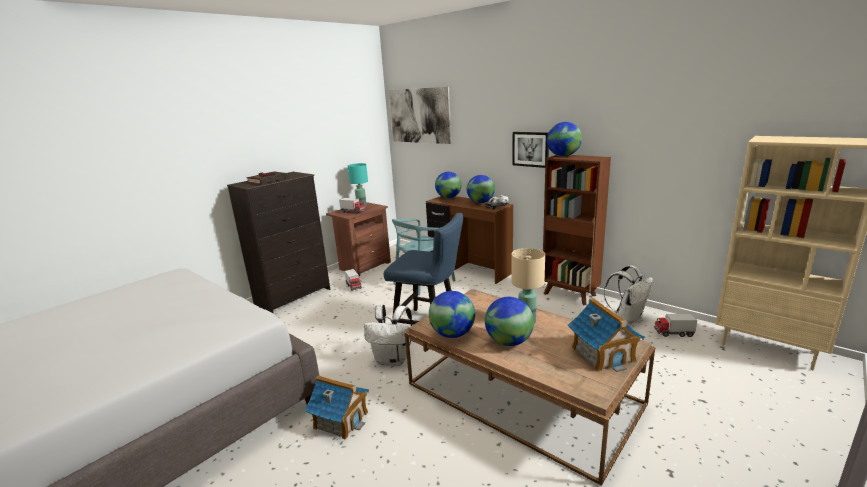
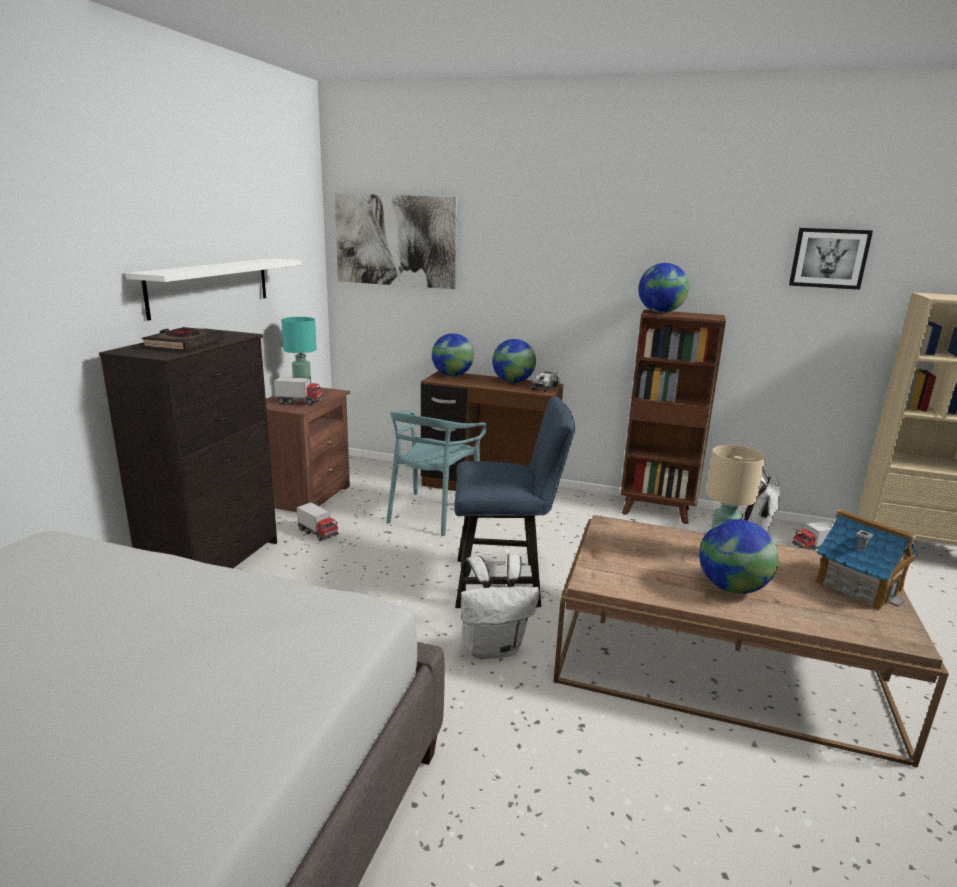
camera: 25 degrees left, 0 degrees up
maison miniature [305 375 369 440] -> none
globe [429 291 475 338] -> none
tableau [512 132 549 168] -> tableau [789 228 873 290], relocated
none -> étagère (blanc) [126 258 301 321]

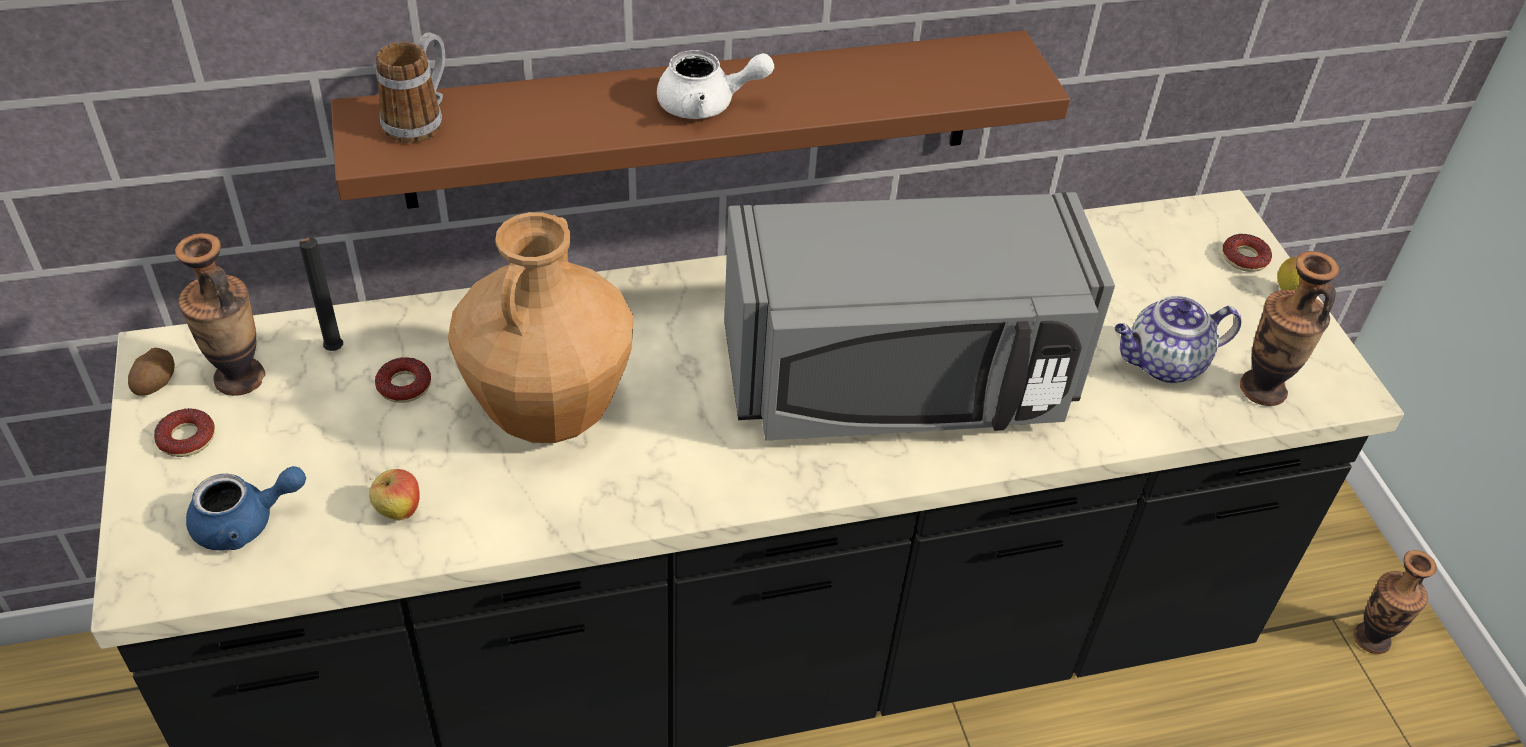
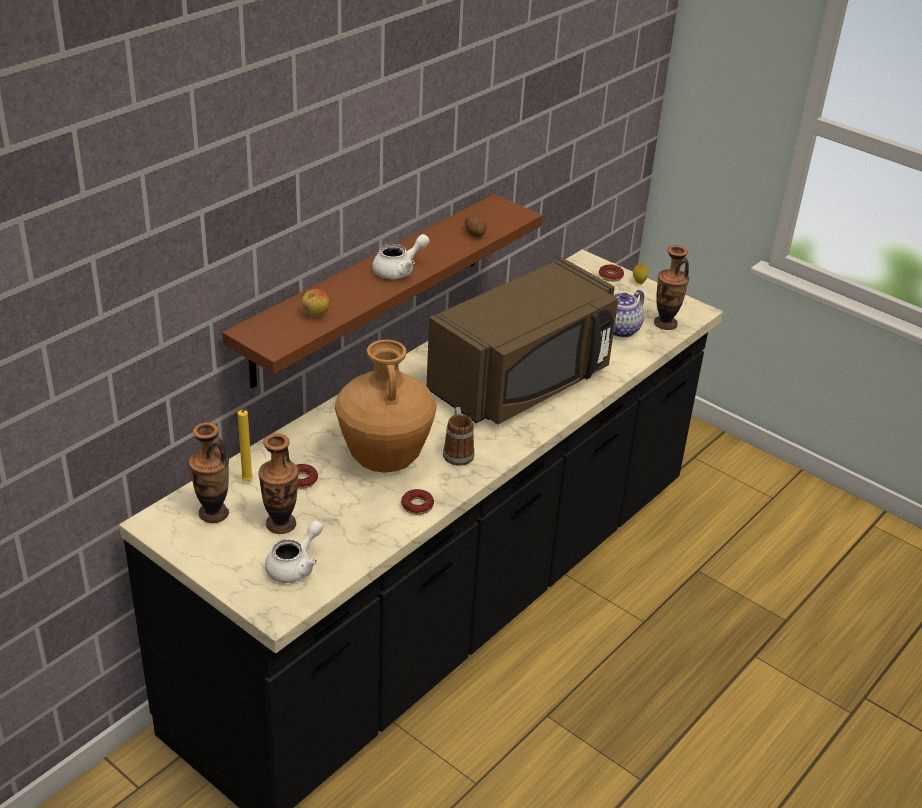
camera: 35 degrees left, 10 degrees down
pomme de terre [128 348 175 396] -> pomme de terre [465 215 487 237], relocated
beignet [154 408 215 457] -> beignet [401 489 434 515], relocated
théière (bleu) [186 466 306 550] -> théière (blanc) [265 520 323 583]
bougie (noir) [299 237 343 351] -> bougie (jaune) [238 408 253 481]
pomme [369 469 420 520] -> pomme [302 289 329 317], relocated
mug [376 32 445 143] -> mug [443 407 475 466], relocated
micro-ondes (gris) [724 192 1115 441] -> micro-ondes (marron) [427 258 618 425]
vase [1354 550 1437 654] -> vase [258 434 299 534], relocated

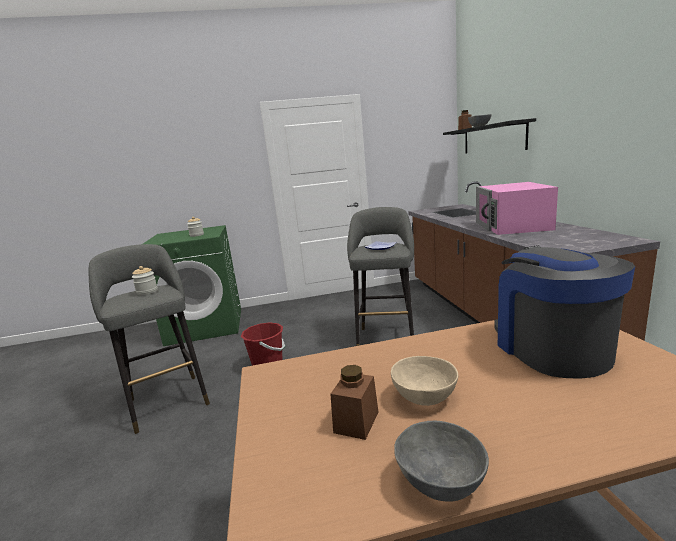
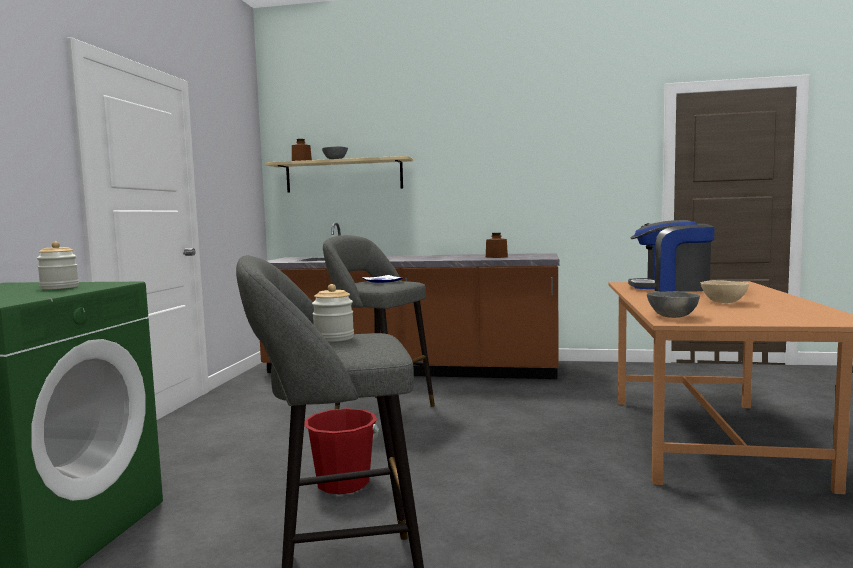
camera: 70 degrees left, 10 degrees down
bocal (marron) [331 365 378 440] -> bocal (marron) [486 233 508 258], relocated
bol (gris) [394 421 489 502] -> bol (gris) [647 291 700 318], relocated
étagère (noir) [443 118 536 154] -> étagère (beige) [265 156 413 193]
micro-ondes (rose) [476 182 558 235] -> none

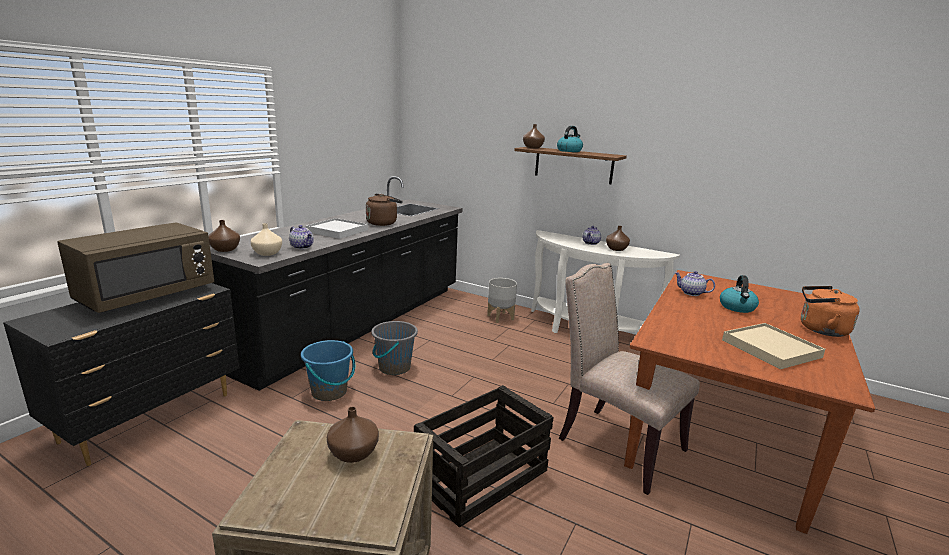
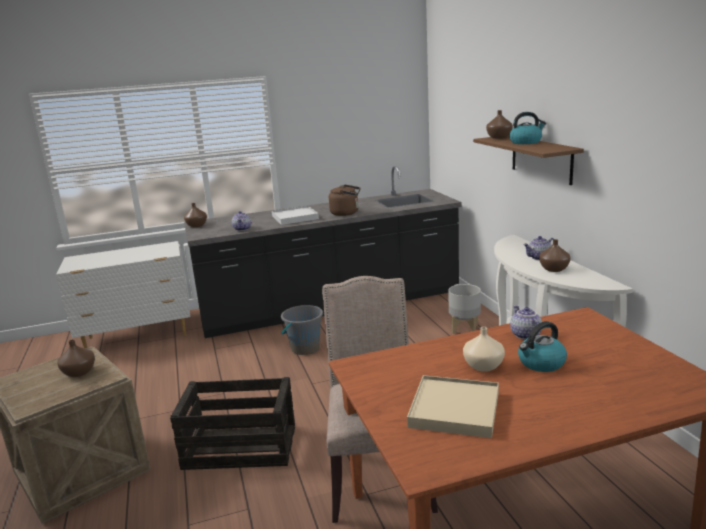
camera: 45 degrees right, 0 degrees up
commode (noir) [3 283 240 466] -> commode (blanc) [56 241 190 348]
micro-ondes (marron) [57 222 214 313] -> none
vase (beige) [251 223 282 256] -> vase (beige) [463 327 505 372], relocated
seau (bleu) [301 340 355 401] -> none
bouilloire (orange) [801 286 860 337] -> none

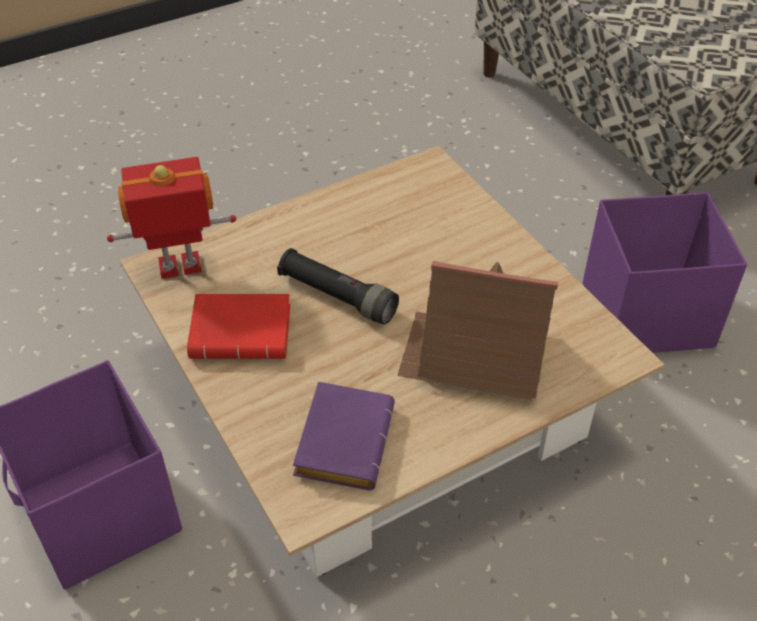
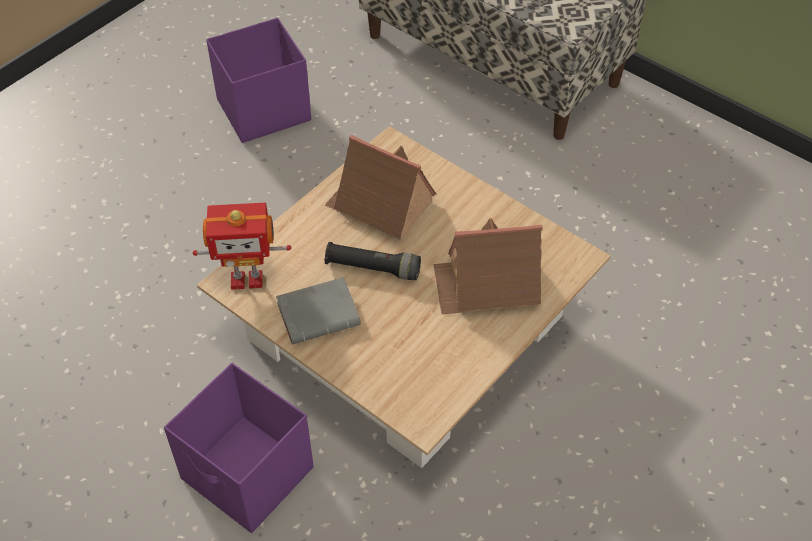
camera: 20 degrees left, 5 degrees up
robot jouet [107 157 236 279] -> robot jouet [193 203 291 290], 150 degrees counterclockwise
livre (rouge) [187 294 290 360] -> livre (gris) [276 277 361 345]
livre (violet) [293 382 395 490] -> none
boîte de rangement (violet) [583 192 747 353] -> boîte de rangement (violet) [206 18 311 143], relocated
none -> maison miniature [325 135 436 240]

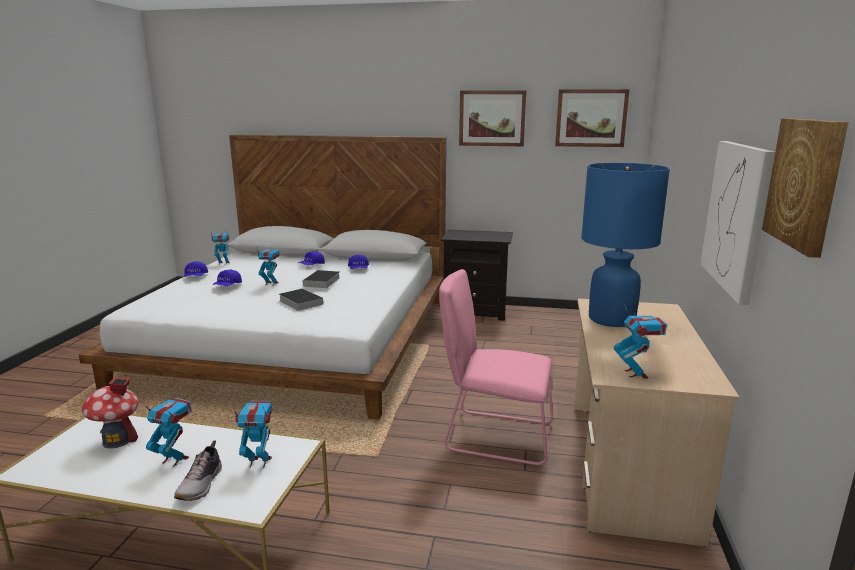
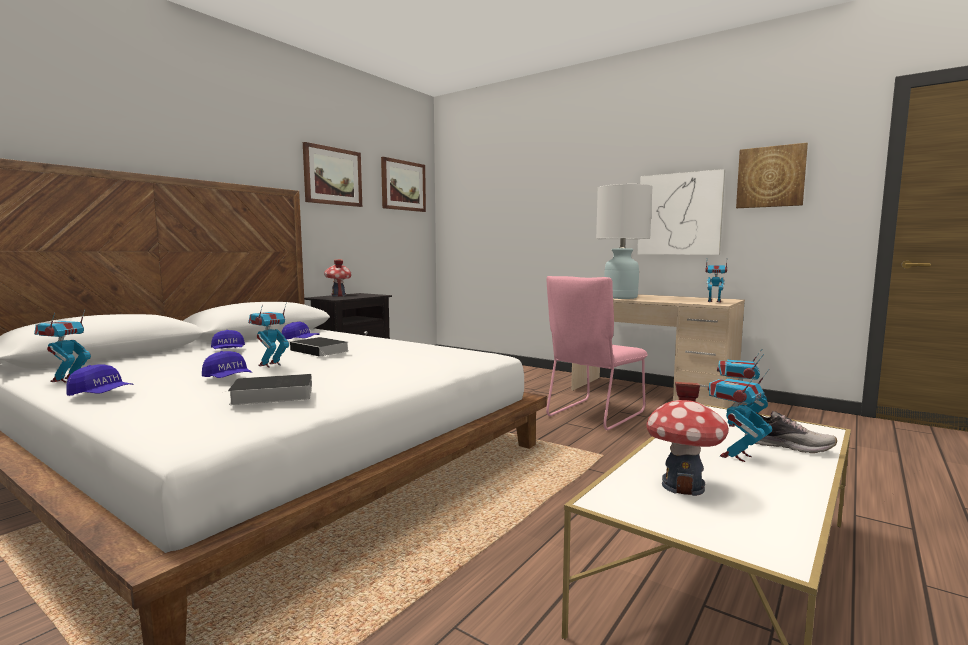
camera: 65 degrees left, 10 degrees down
livre [279 288 323 311] -> livre [222 374 312 405], relocated
lampe de table (bleu) [581 163 670 327] -> lampe de table (blanc) [596 184 653 299]
none -> maison miniature [324 259 352 297]

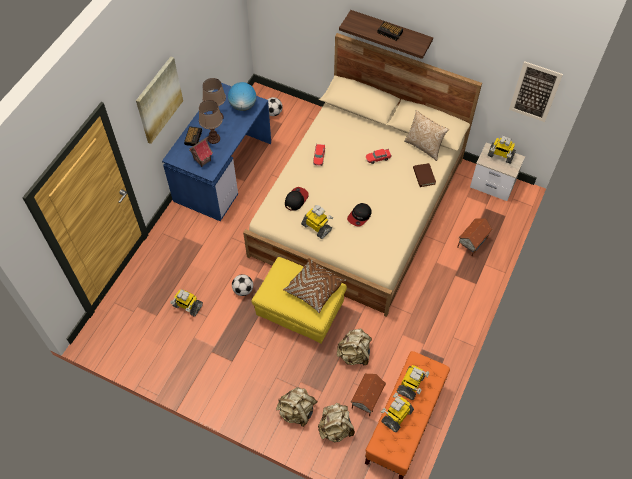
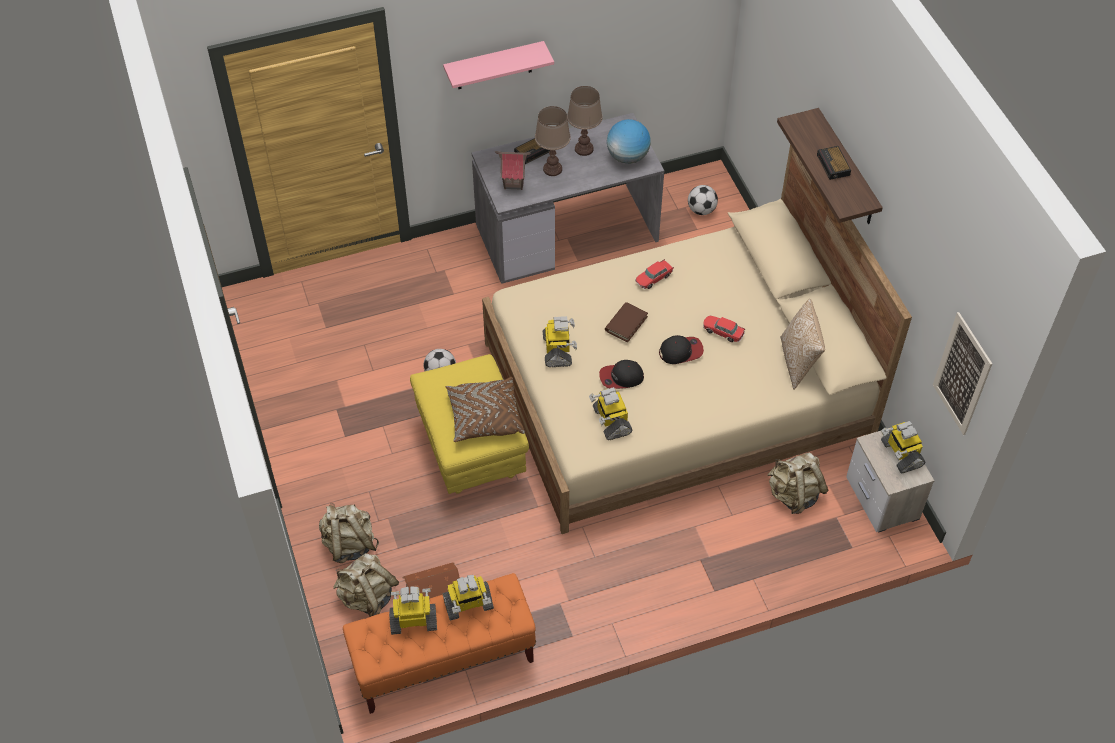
camera: 45 degrees right, 5 degrees down
tableau [136 57 183 144] -> étagère (rose) [443 41 554 89]
bureau (bleu) [162 83 271 221] -> bureau (gris) [472 113 664 284]
robot jouet [170 289 203 317] -> robot jouet [589 387 632 440], relocated
casquette [285 187 309 211] -> casquette [659 335 704 364], relocated
sac à dos (beige) [337 328 372 366] -> sac à dos (beige) [767 452 829 514], relocated
livre (marron) [413 163 436 187] -> livre (marron) [605 302 648 342], relocated
maison miniature [457 218 493 256] -> none

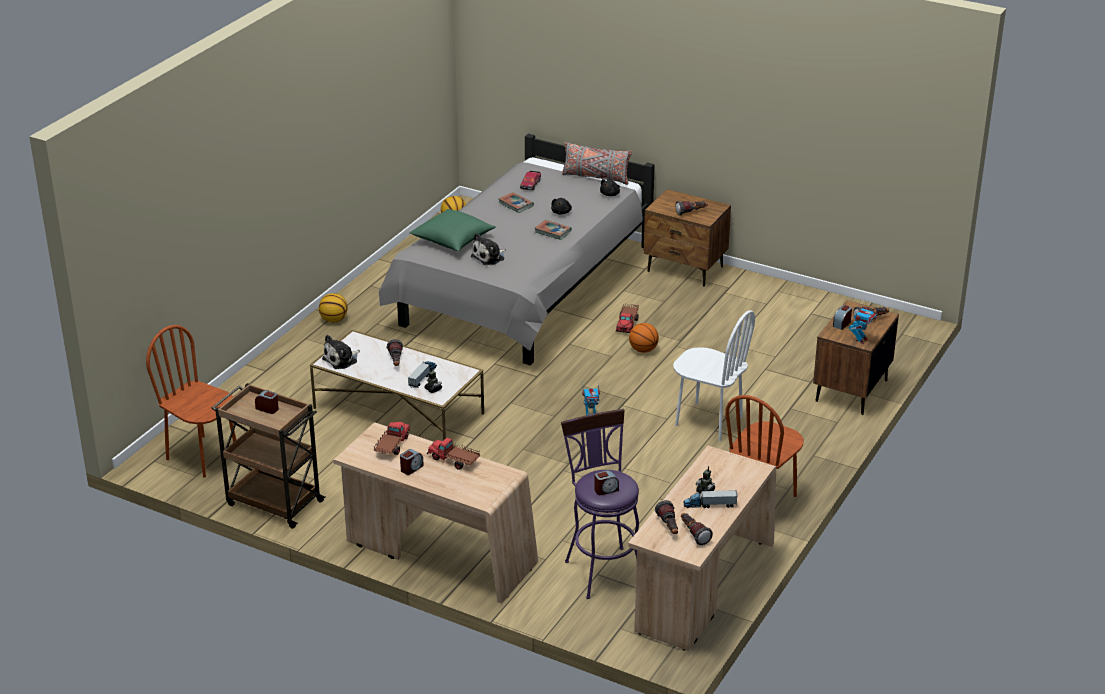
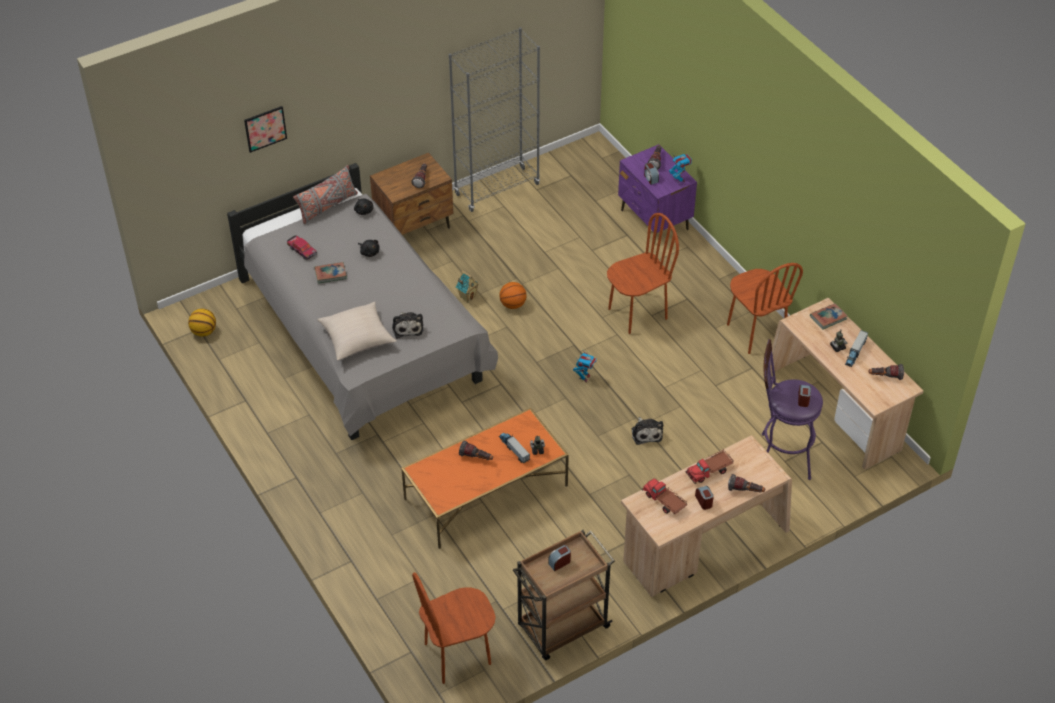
camera: 60 degrees left, 15 degrees up
table basse (blanc) [310 330 484 440] -> table basse (orange) [401 408 569 549]
ballon de basket [319 293 348 323] -> none
peluche [322 335 360 369] -> peluche [632 417 663 445], relocated
coussin (vert) [410 209 496 252] -> coussin (beige) [317 302 397 361]
livre [534 220 572 240] -> livre [810 303 848 330], relocated
camion jouet [616 304 639 333] -> maison miniature [455 270 480 302]
lampe de poche [655 500 678 534] -> lampe de poche [728 474 765 492], relocated
chaise (blanc) [673 310 755 441] -> chaise (marron) [607 213 679 334]
table de chevet (marron) [813 300 899 415] -> table de chevet (violet) [618 144 697 241]
none -> tableau [244 106 287 153]
none -> bibliothèque (gris) [449 27 540 212]

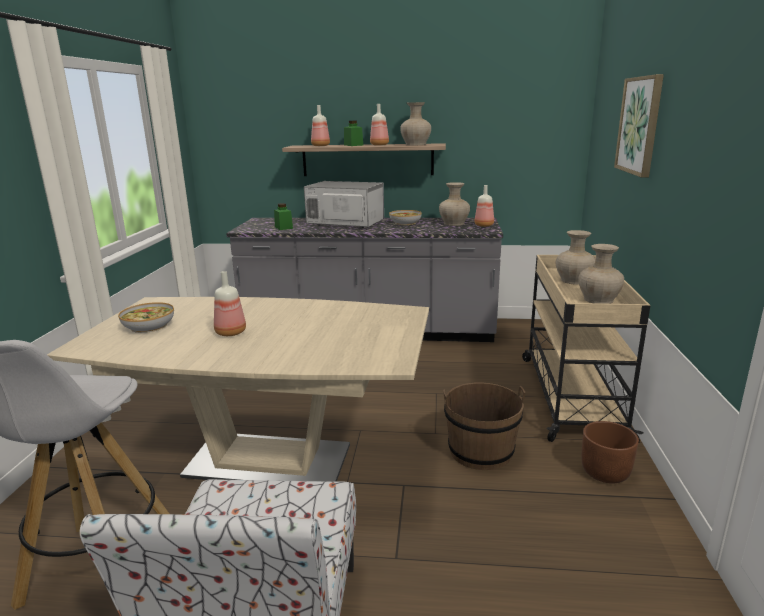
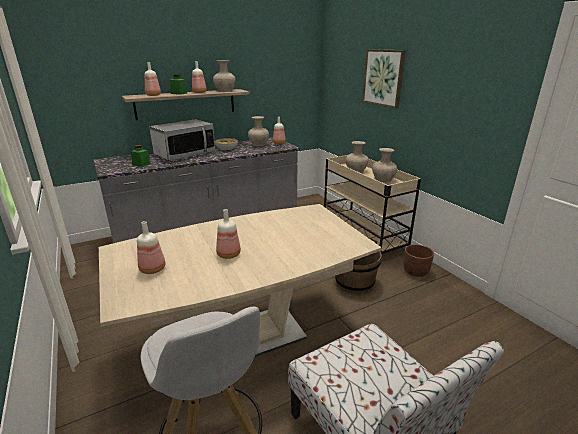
camera: 35 degrees left, 5 degrees up
bol [118 302 174 333] -> bouteille [137 221 165 274]
micro-ondes [304 181 384 228] -> micro-ondes [149 119 215 161], 150 degrees clockwise

